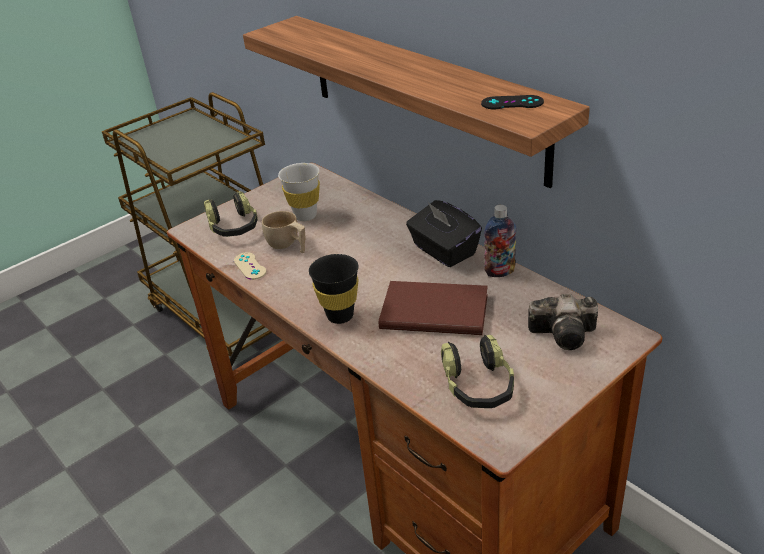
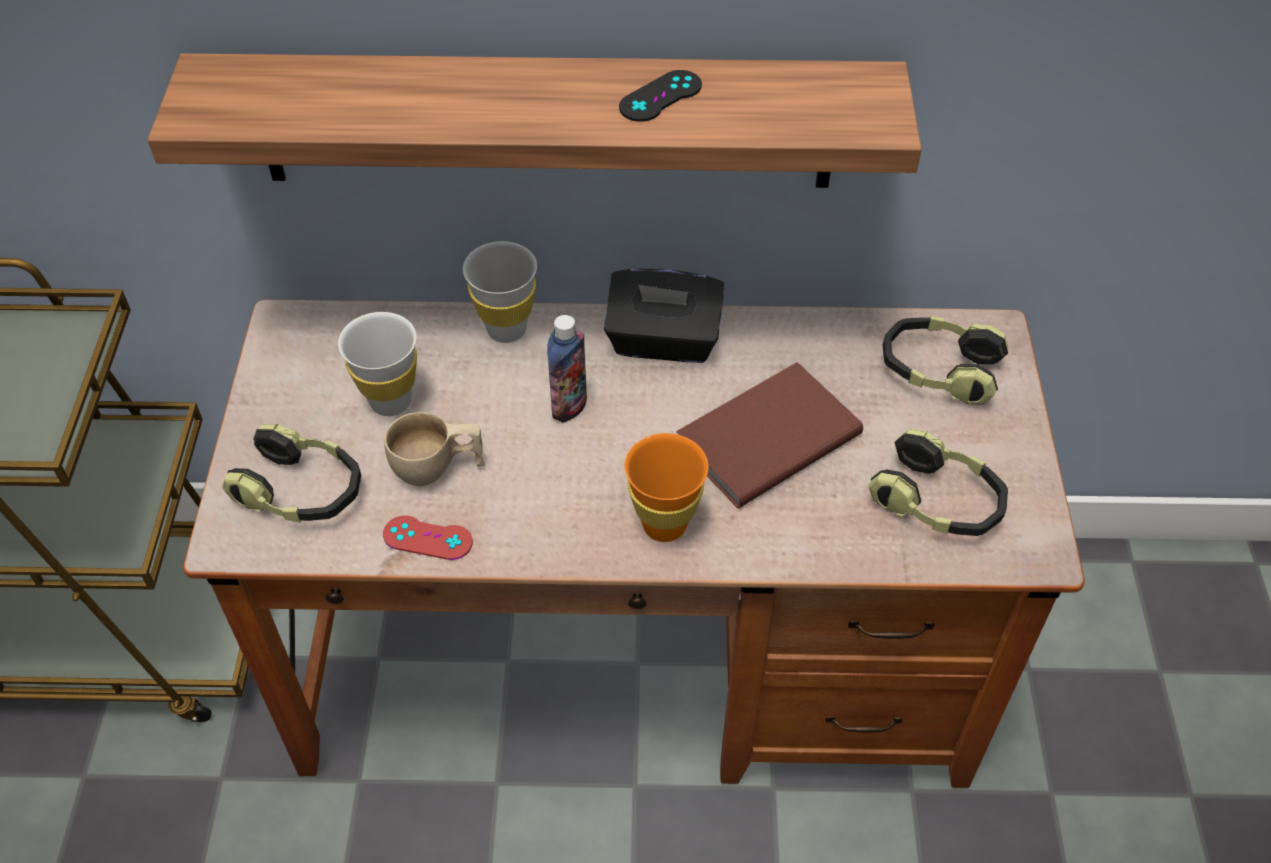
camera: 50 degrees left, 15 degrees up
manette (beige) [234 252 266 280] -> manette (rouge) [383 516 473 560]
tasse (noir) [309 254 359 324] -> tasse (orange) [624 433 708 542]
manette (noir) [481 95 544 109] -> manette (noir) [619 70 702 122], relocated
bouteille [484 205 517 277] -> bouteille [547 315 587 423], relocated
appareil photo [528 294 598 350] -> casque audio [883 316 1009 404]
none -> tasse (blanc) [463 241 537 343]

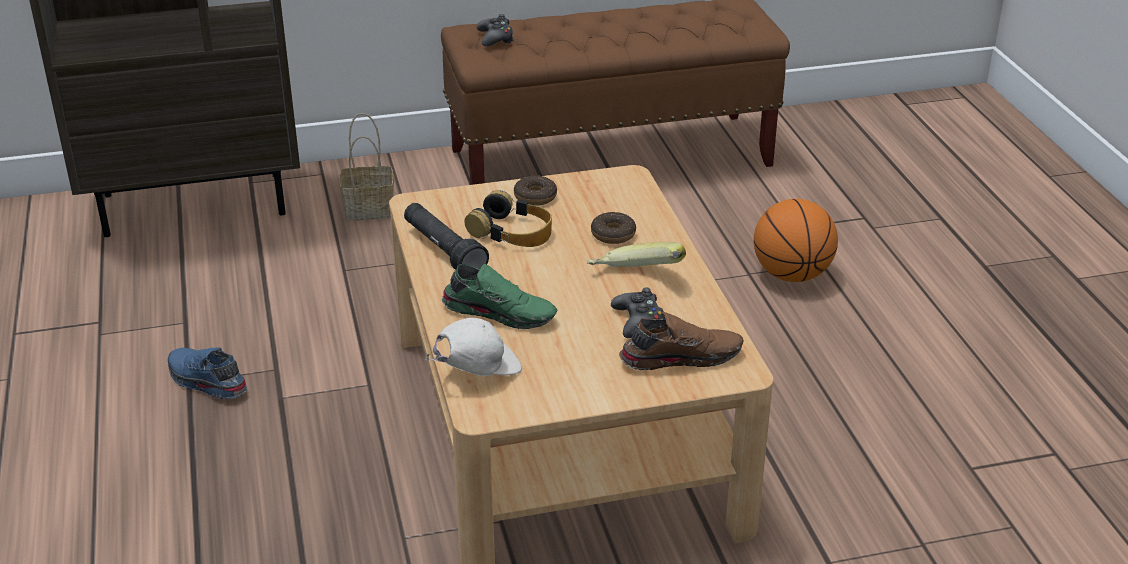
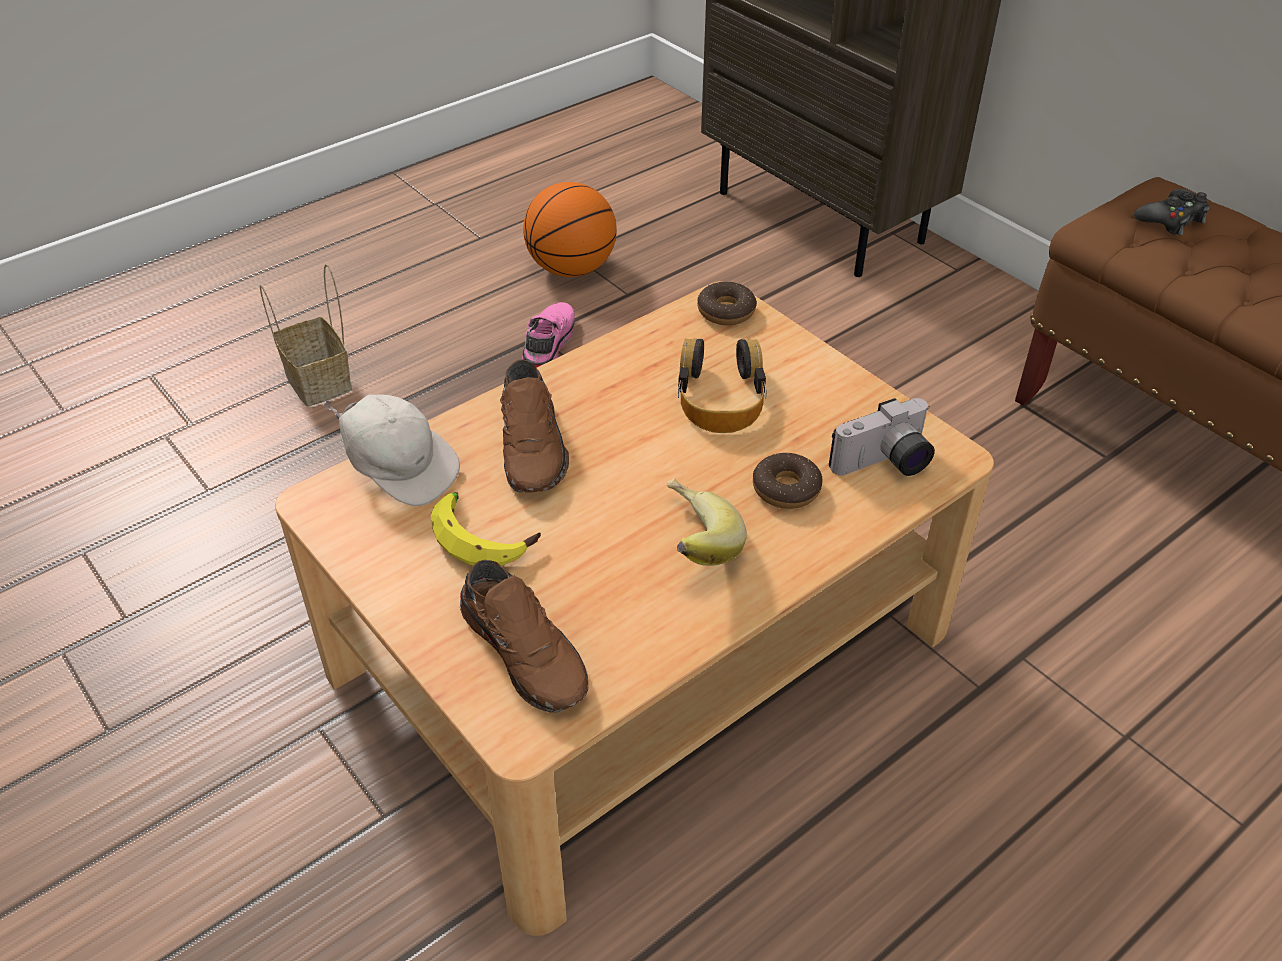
camera: 65 degrees right, 10 degrees up
chaussure (bleu) [168 348 248 399] -> chaussure (rose) [522 302 575 368]
panier [340 113 394 221] -> panier [260 264 352 406], relocated
lampe de poche (noir) [404 203 489 270] -> none
chaussure (vert) [442 264 557 329] -> chaussure (marron) [500 359 569 493]
beignet [514 176 557 206] -> beignet [697 282 757 325], relocated
manette (noir) [611 287 664 338] -> none
ballon de basket [754 199 838 282] -> ballon de basket [523 182 617 277], relocated
none -> banane [431 492 541 565]
none -> appareil photo [829 398 935 476]

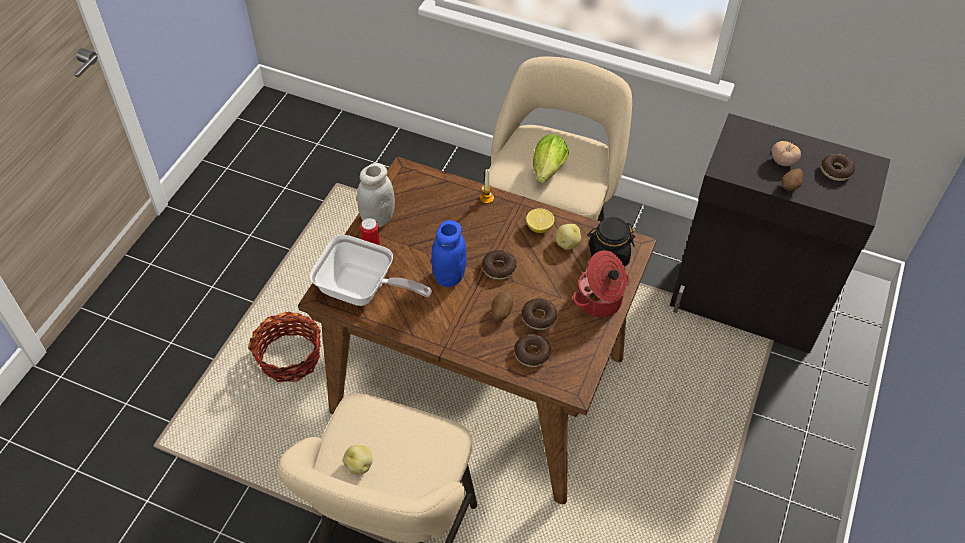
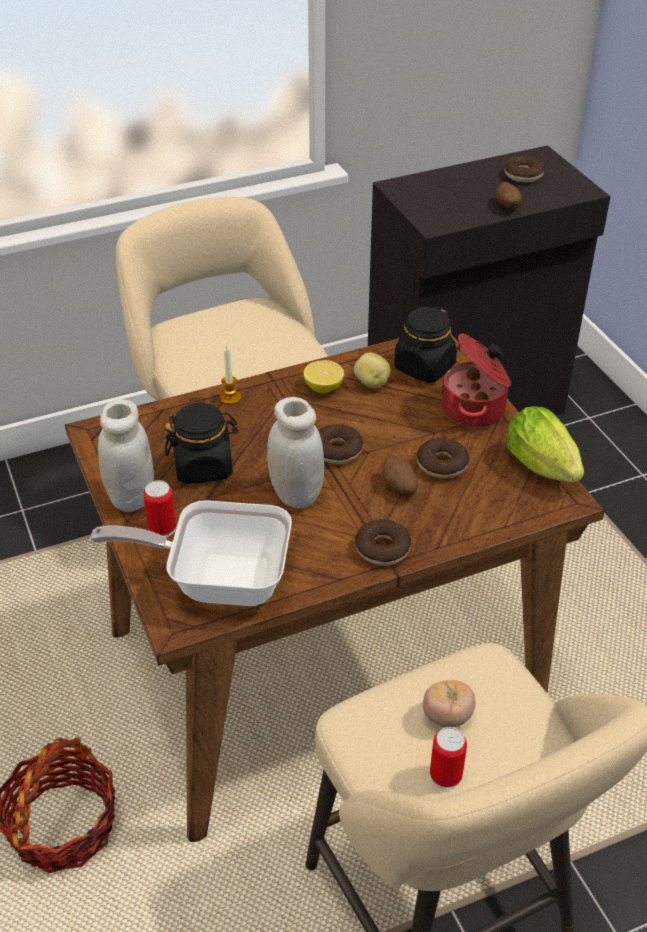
camera: 45 degrees left, 10 degrees down
poêle [310 235 432 306] -> poêle [90 500 292 606], 150 degrees counterclockwise
pomme de terre [343 445 373 474] -> boîte métallique [430 727 467 789]
bocal (bleu) [431 220 466 287] -> bocal (blanc) [267 397 324 509]
beignet [514 334 551 367] -> beignet [355 519 412 566], relocated
laitue [533 134 569 183] -> laitue [506 406 584 482], relocated
tomate [771 141 801 166] -> tomate [423 680 475 727], relocated
none -> bocal (noir) [165 403 238 484]

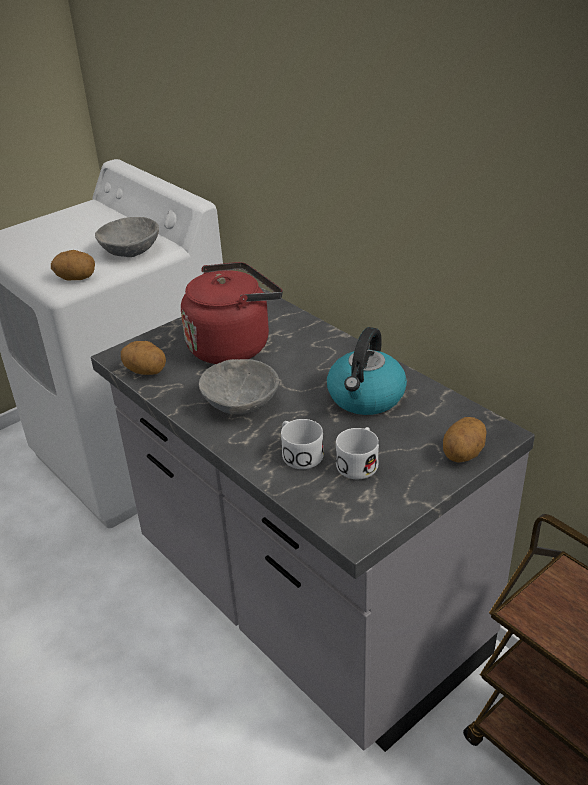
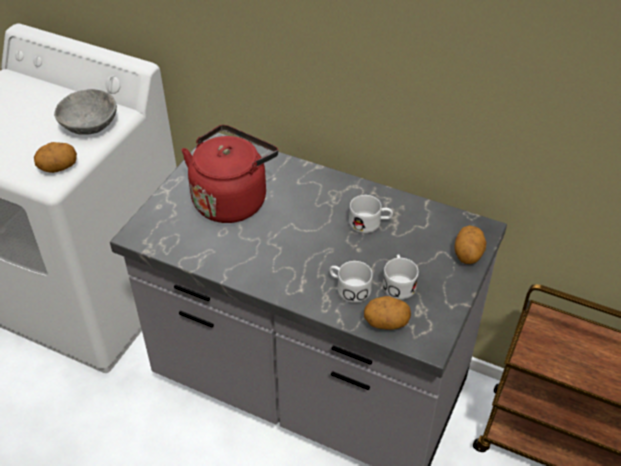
camera: 25 degrees left, 10 degrees up
pomme de terre [121 341 166 375] -> pomme de terre [364 296 411 330], relocated
bol (gris) [199 359 279 415] -> none
bouilloire [327 327 407 415] -> mug (blanc) [349 195 393 233]

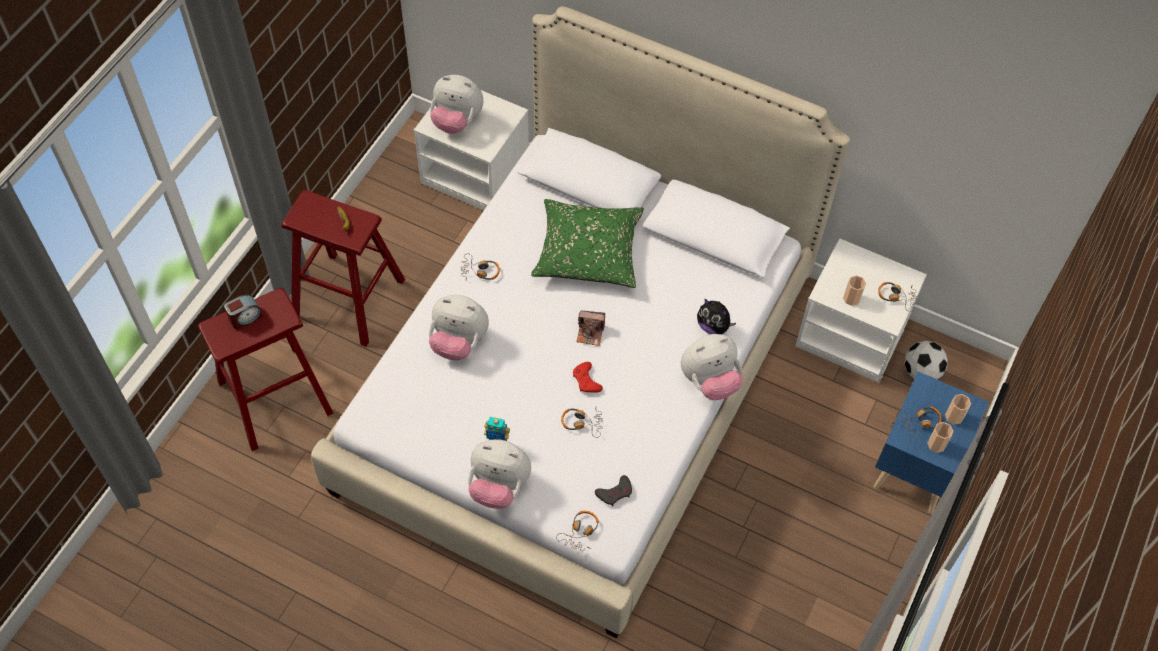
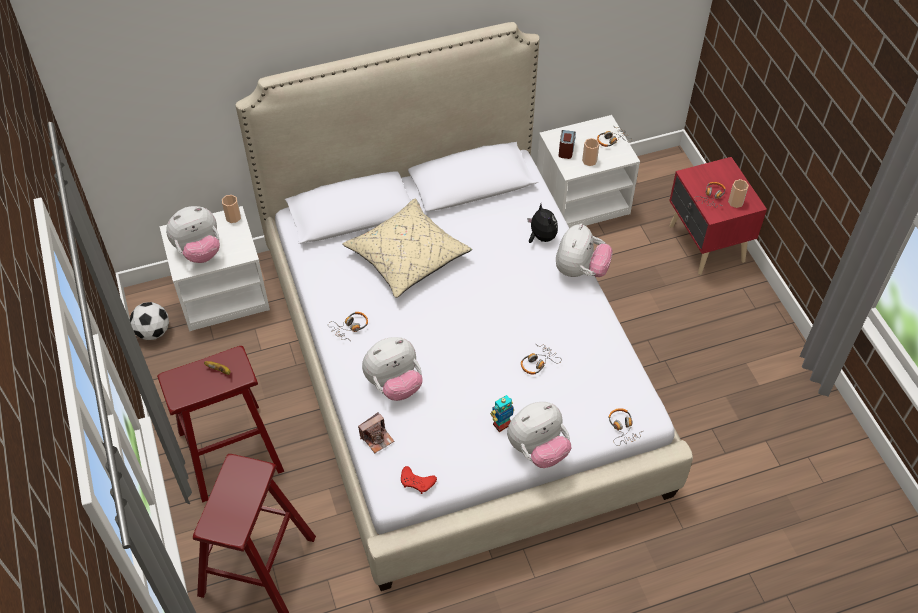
camera: 45 degrees left, 5 degrees down
réveil [224 294 263 329] -> réveil [559 130 576 159], relocated
coussin (vert) [531 199 644 288] -> coussin (beige) [343 199 472 298]
manette (rouge) [573 362 603 393] -> manette (rouge) [401 466 437 494], relocated
appareil photo [576 310 605 346] -> appareil photo [358 412 394 453], relocated
manette (gris) [595 475 632 506] -> none
peluche [697 299 736 334] -> peluche [528 204 558 243], 105 degrees counterclockwise
table de chevet (bleu) [873 372 989 514] -> table de chevet (rouge) [669 157 767 275]
ballon de foot [905 341 948 380] -> ballon de foot [130 302 169 340], relocated
tasse [945 394 971 425] -> tasse [222 195 241 223], relocated

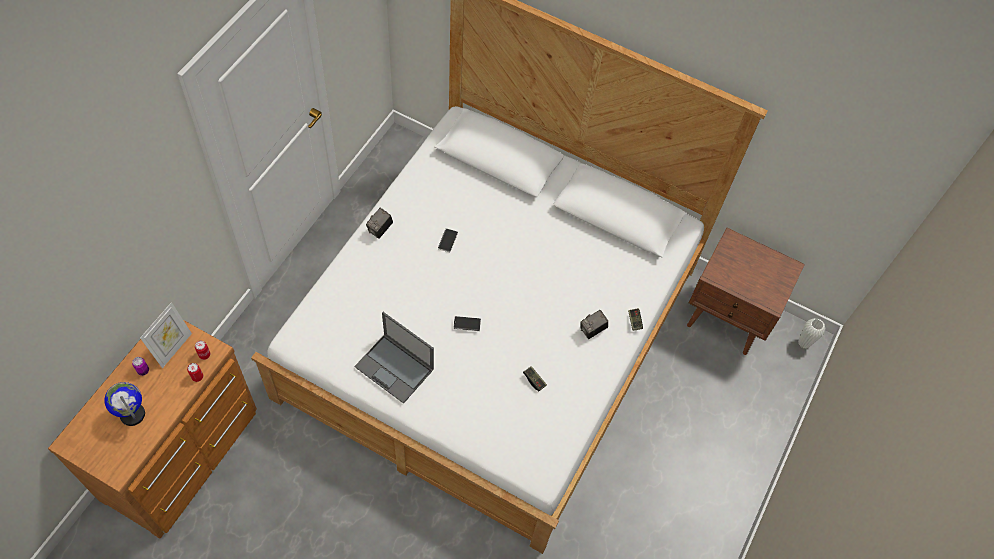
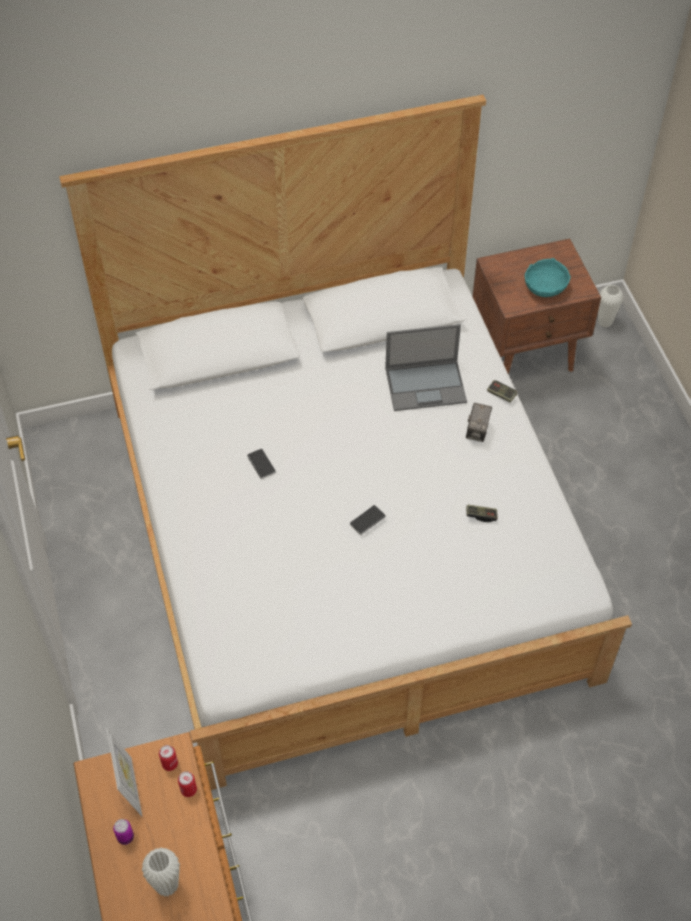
camera: 40 degrees left, 5 degrees down
globe [104 382 145 426] -> vase (blanc) [142 848 180 897]
ordinateur portable [354 312 434 404] -> ordinateur portable [385 324 467 411], relocated
appareil photo [366 208 393 239] -> none
none -> bol (turquoise) [525 258 571 297]

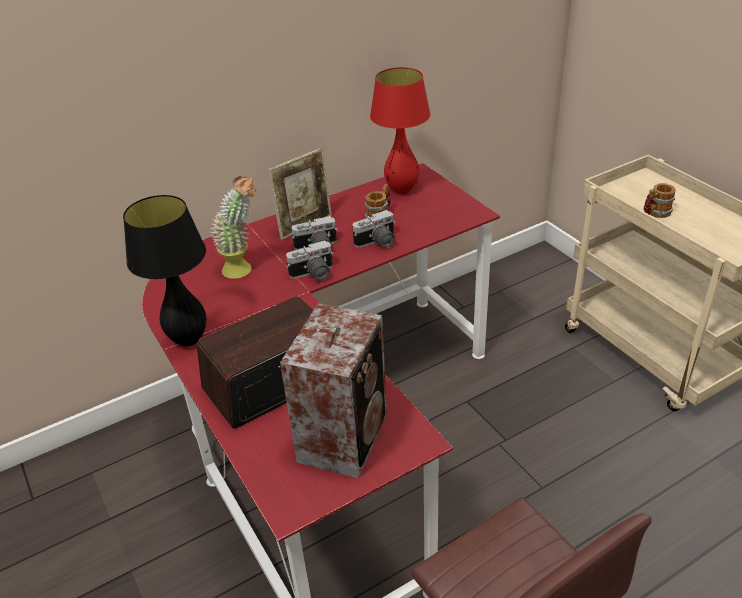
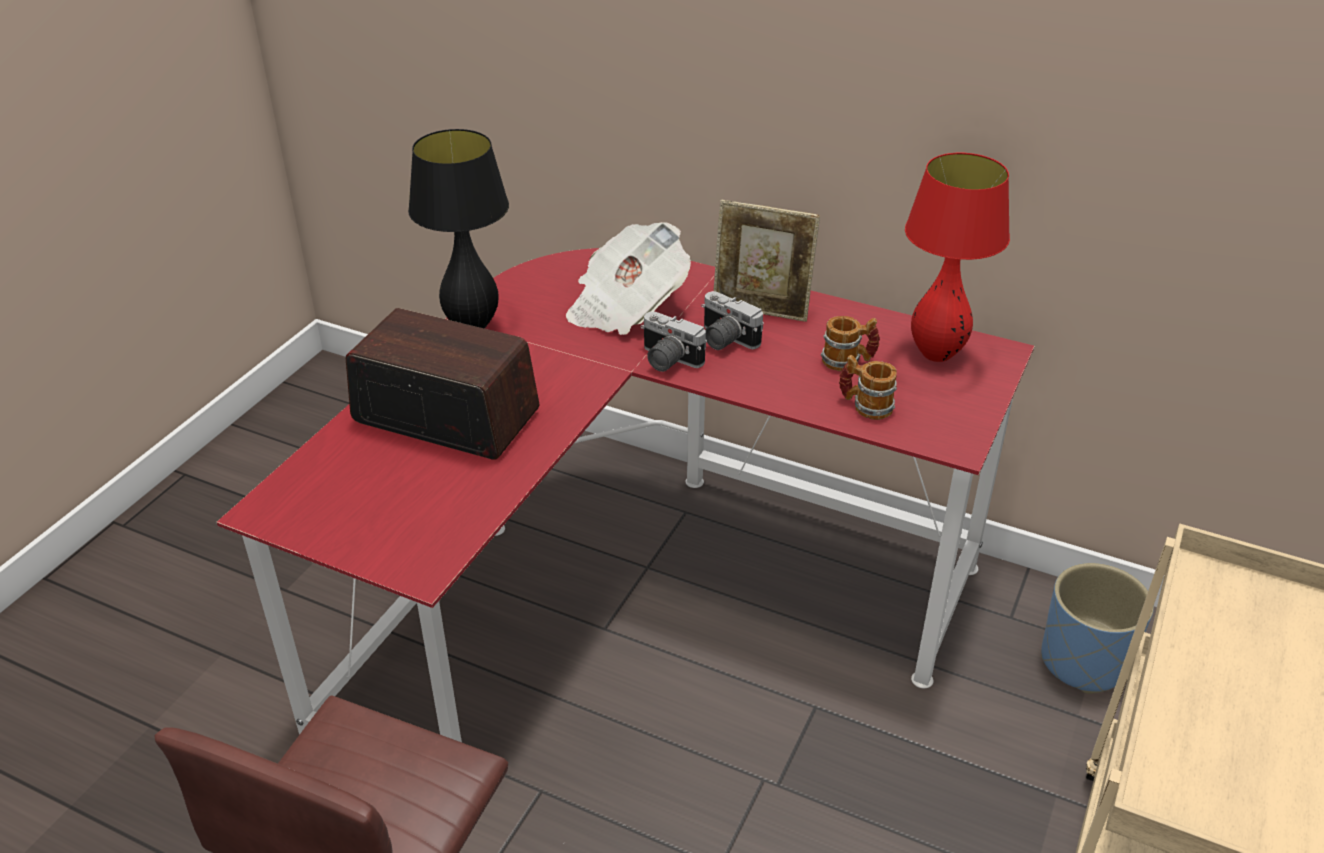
camera: 55 degrees right, 0 degrees up
plante en pot [211 176 256 279] -> journal [566 222 691 335]
enceinte [280 303 387 478] -> none
appareil photo [353 210 396 248] -> none
mug [644 183 676 218] -> mug [839 355 897 420], relocated
none -> cache-pot (bleu) [1041 563 1154 694]

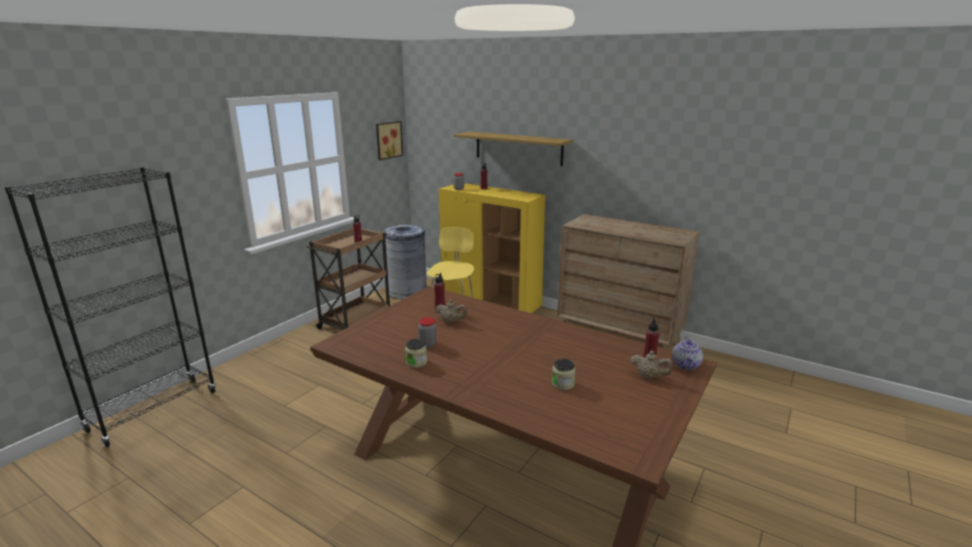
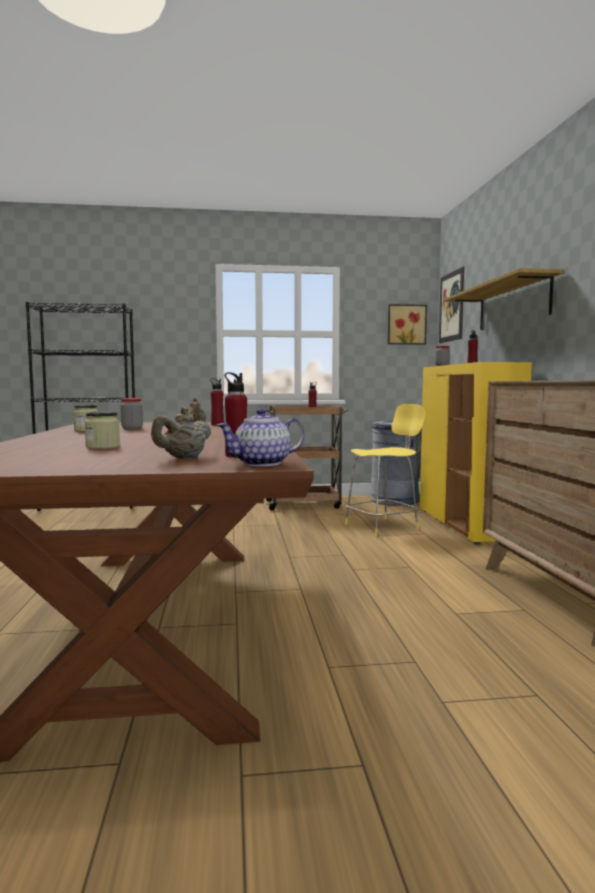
camera: 50 degrees right, 15 degrees down
théière (beige) [630 351 673 379] -> théière (beige) [151 407 211 459], 45 degrees clockwise
none -> tableau [439 266 464 343]

